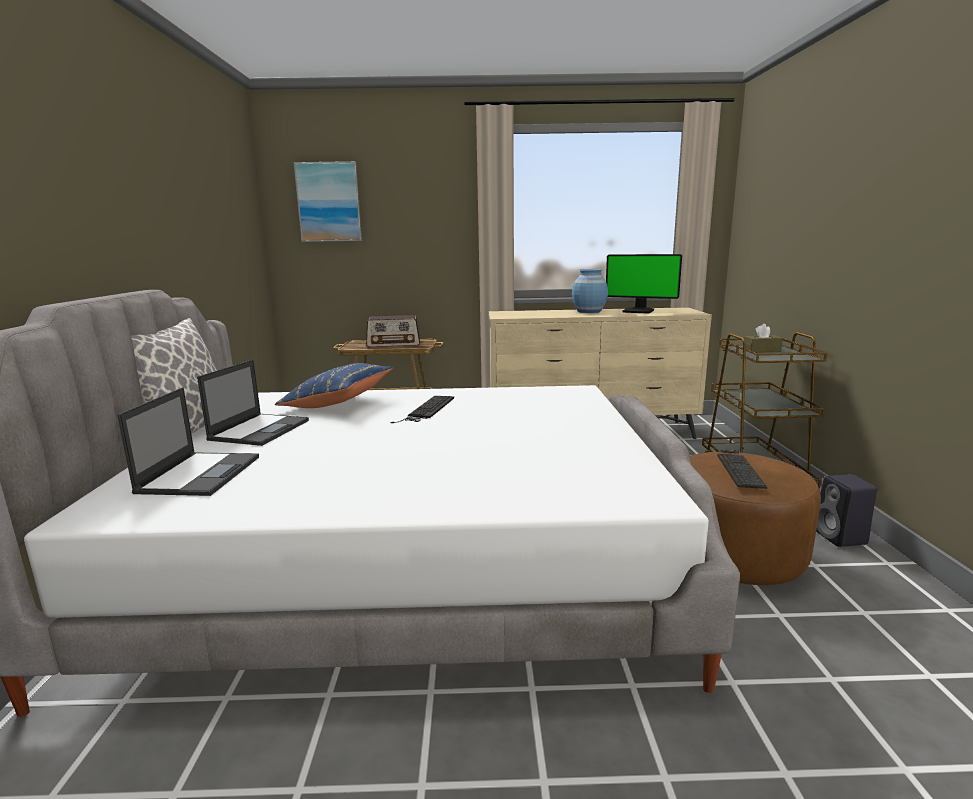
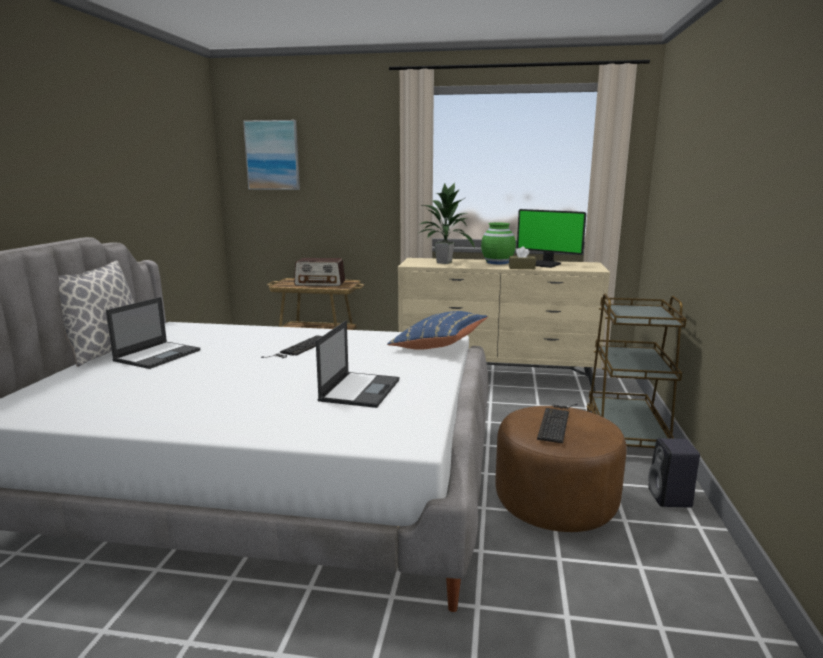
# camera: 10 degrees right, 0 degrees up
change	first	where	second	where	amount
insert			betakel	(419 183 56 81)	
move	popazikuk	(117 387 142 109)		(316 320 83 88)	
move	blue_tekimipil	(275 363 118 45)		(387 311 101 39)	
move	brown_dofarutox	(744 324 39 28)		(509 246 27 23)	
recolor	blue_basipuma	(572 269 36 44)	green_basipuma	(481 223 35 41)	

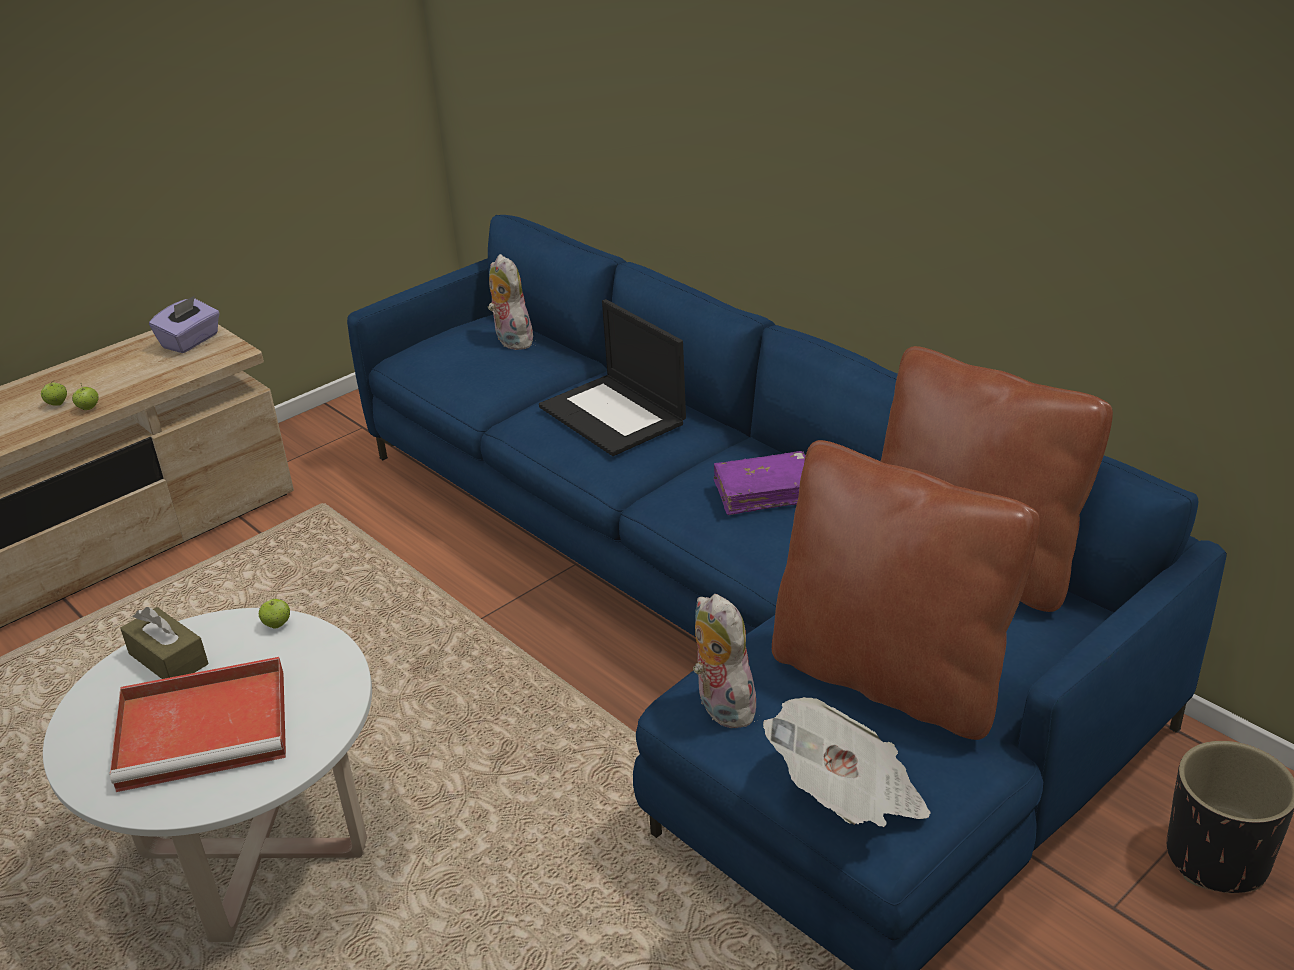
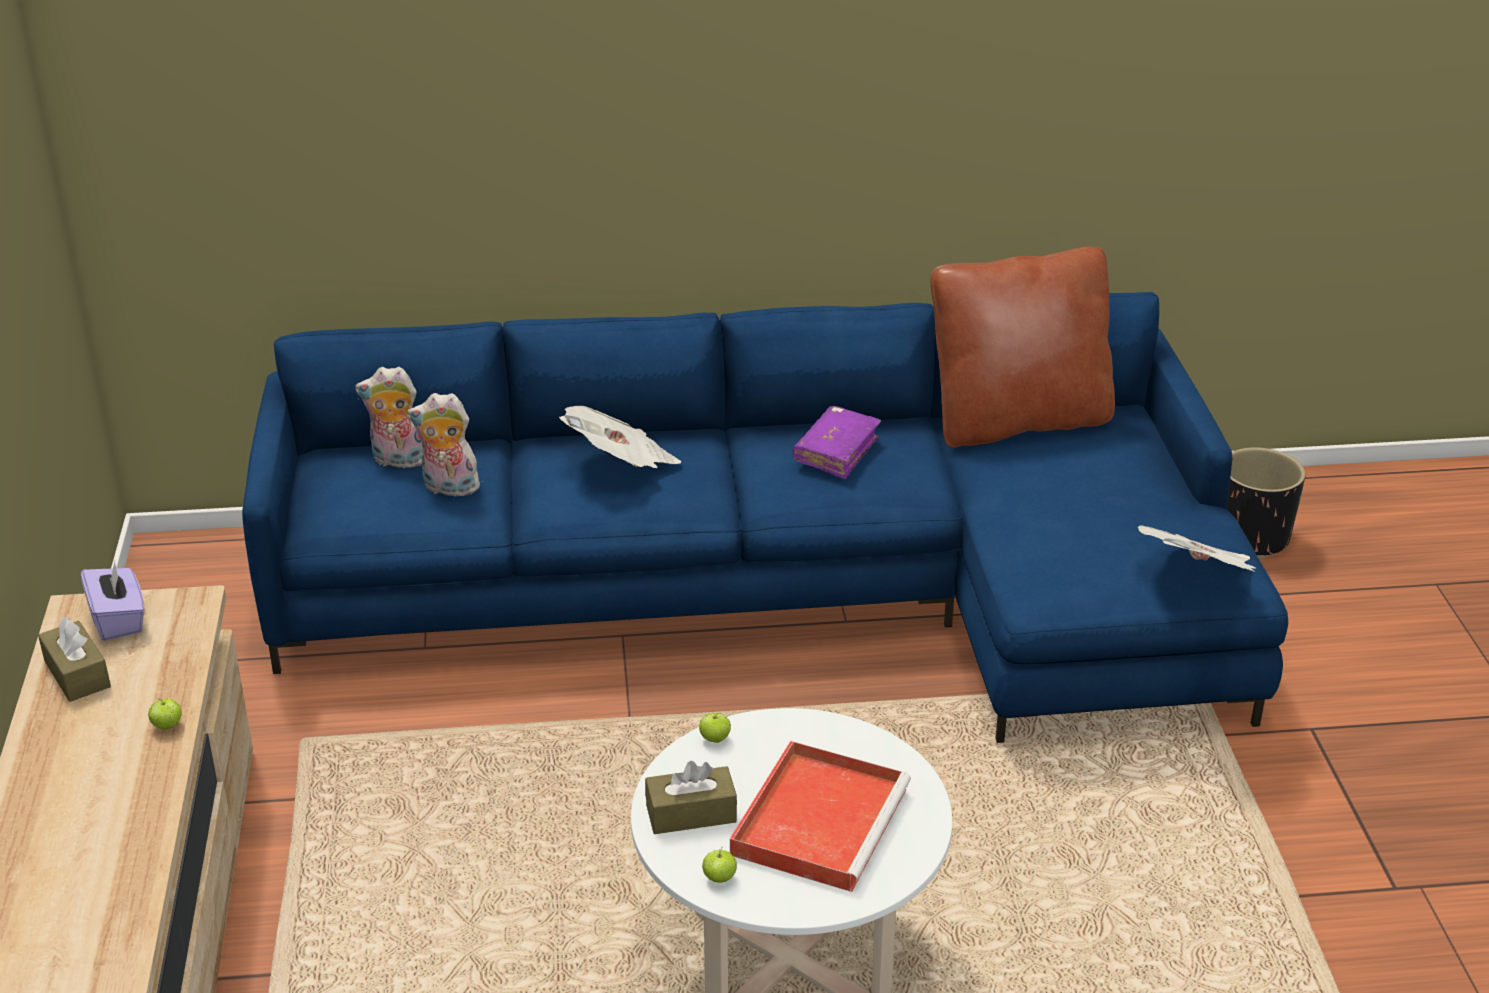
# camera: 55 degrees left, 0 degrees up
change	first	where	second	where	amount
delete	brown_tekimipil	(772 440 268 300)			
insert			brown_dofarutox	(38 617 73 85)	
move	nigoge	(41 380 26 26)		(702 848 35 35)	
move	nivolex	(693 594 68 134)		(407 393 76 103)	
replace	popazikuk	(539 299 147 157)	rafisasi	(559 406 122 62)	

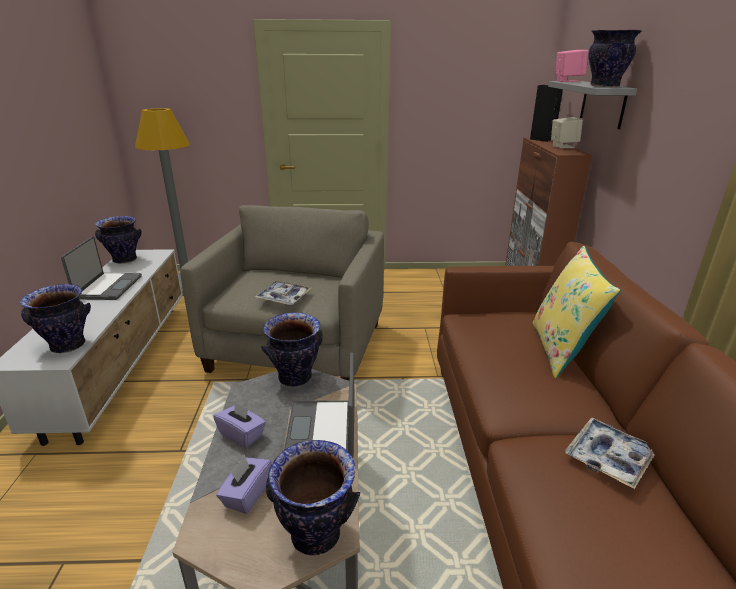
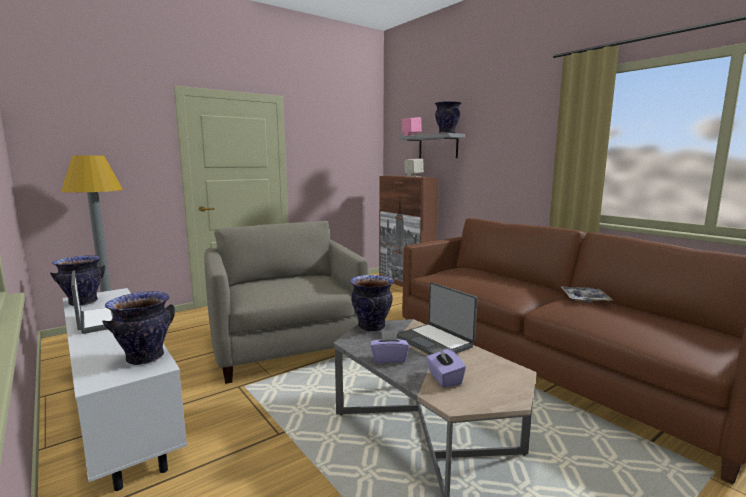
# camera: 35 degrees left, 15 degrees down
change	first	where	second	where	amount
delete	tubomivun	(255 281 57 24)			
delete	basipuma	(266 440 94 116)			
delete	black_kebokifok	(530 85 33 57)			
delete	yellow_tekimipil	(533 246 88 132)			

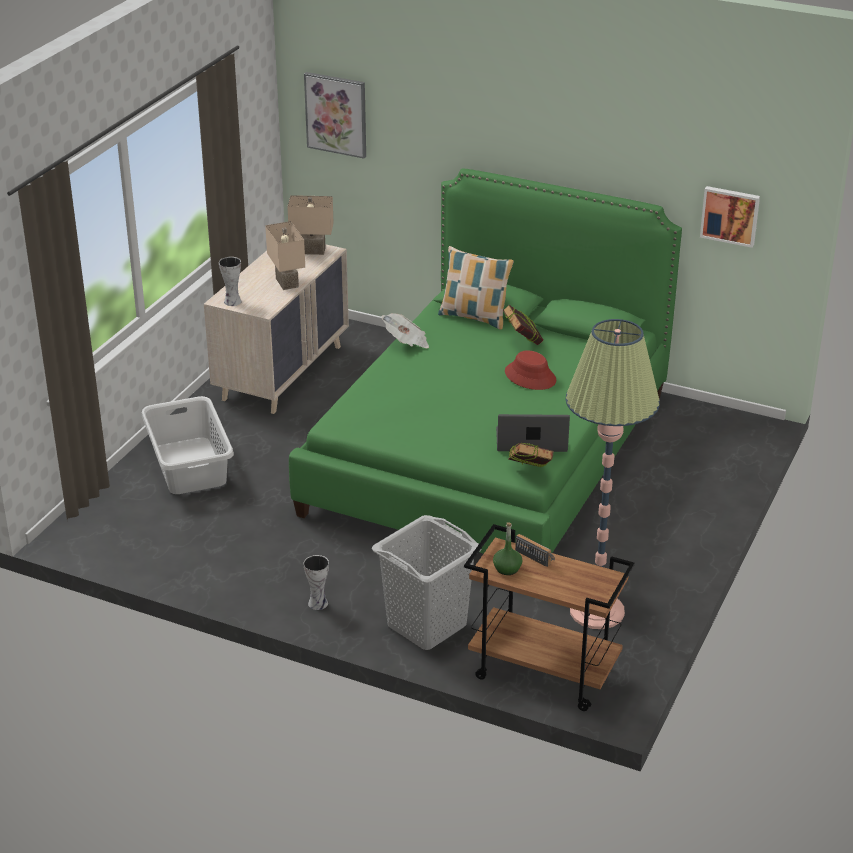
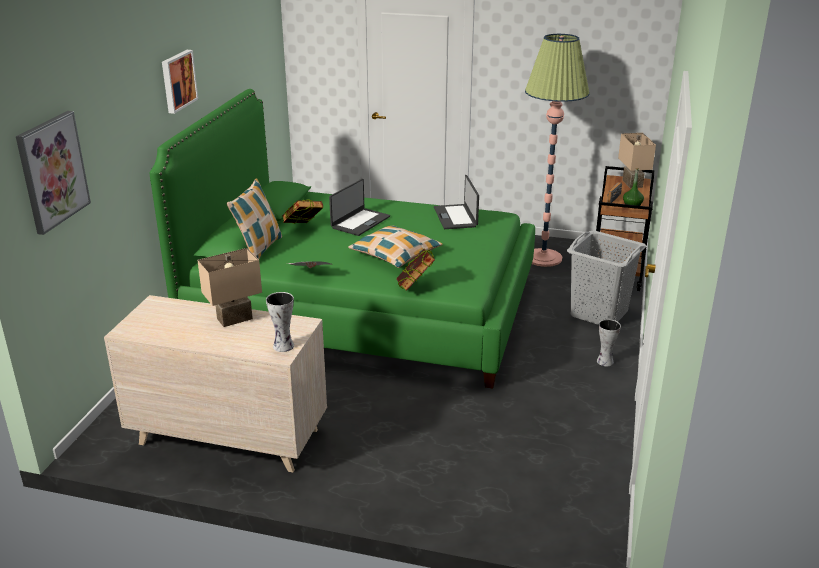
# camera: 100 degrees left, 5 degrees down
change	first	where	second	where	amount
delete	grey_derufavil	(141 396 93 98)			
insert			tekimipil	(348 226 94 42)	
move	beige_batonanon	(287 195 47 60)		(618 133 38 55)	
move	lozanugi	(508 443 45 24)		(396 249 39 42)	
move	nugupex	(700 186 60 62)		(162 50 36 64)	
replace	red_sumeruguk	(505 350 51 40)	popazikuk	(329 179 61 57)	

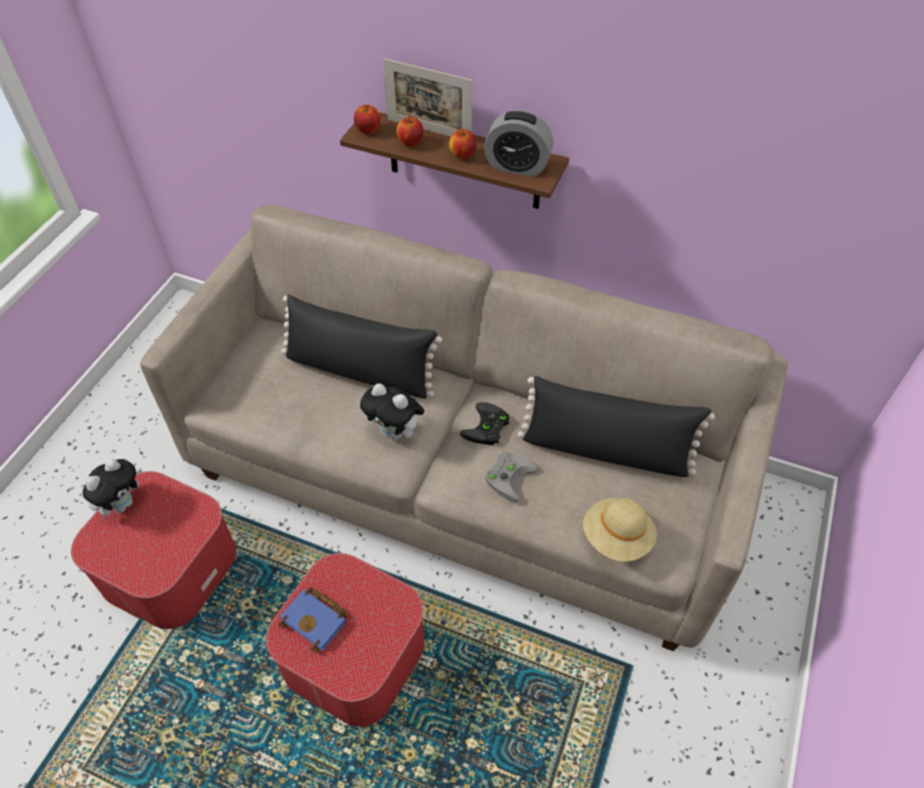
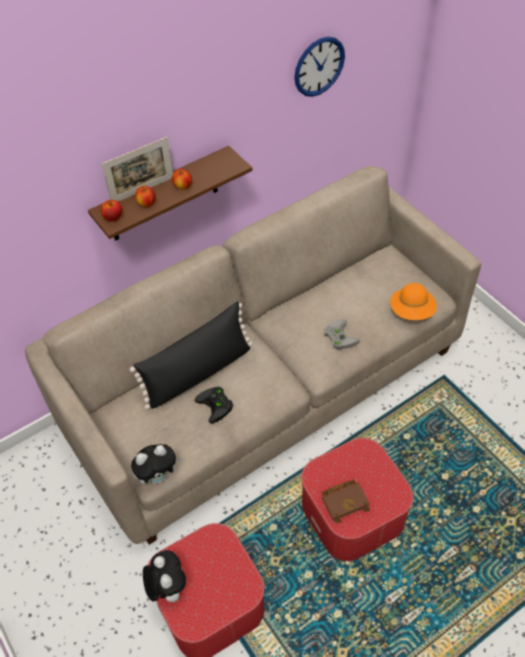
# camera: 55 degrees left, 0 degrees up
change	first	where	second	where	amount
delete	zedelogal	(484 110 69 67)			
delete	black_tekimipil	(517 376 198 101)			
insert			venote	(294 36 51 61)	
move	nivolex	(360 383 64 58)		(131 444 51 40)	
move	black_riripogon	(460 402 50 43)		(195 387 38 36)	
recolor	blue_lozanugi	(278 587 70 66)	brown_lozanugi	(322 480 48 43)	
recolor	beige_sumeruguk	(583 498 74 64)	orange_sumeruguk	(390 283 47 37)	

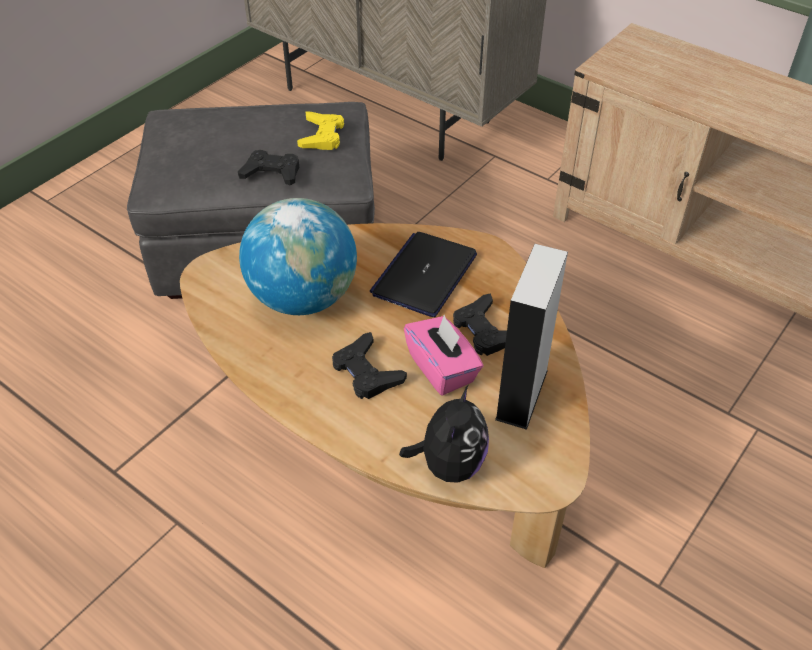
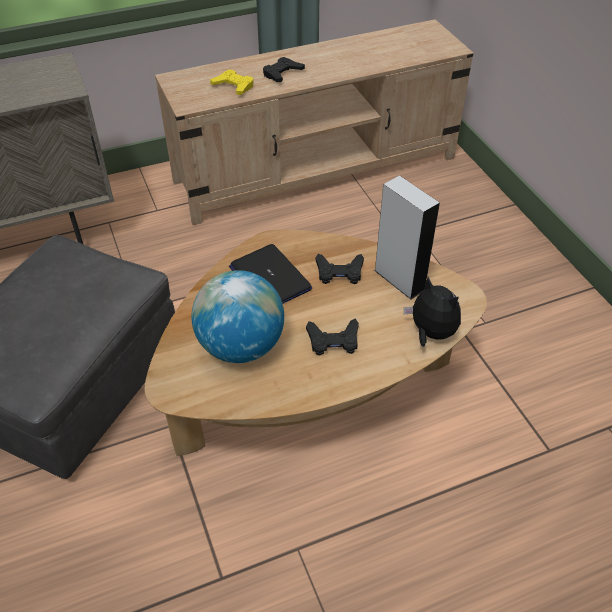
# camera: 60 degrees left, 0 degrees up
change	first	where	second	where	amount
delete	pink_dofarutox	(404 315 79 81)			
move	black_riripogon	(238 150 61 36)		(263 57 42 25)	
move	yellow_riripogon	(297 112 47 38)		(210 70 44 25)	

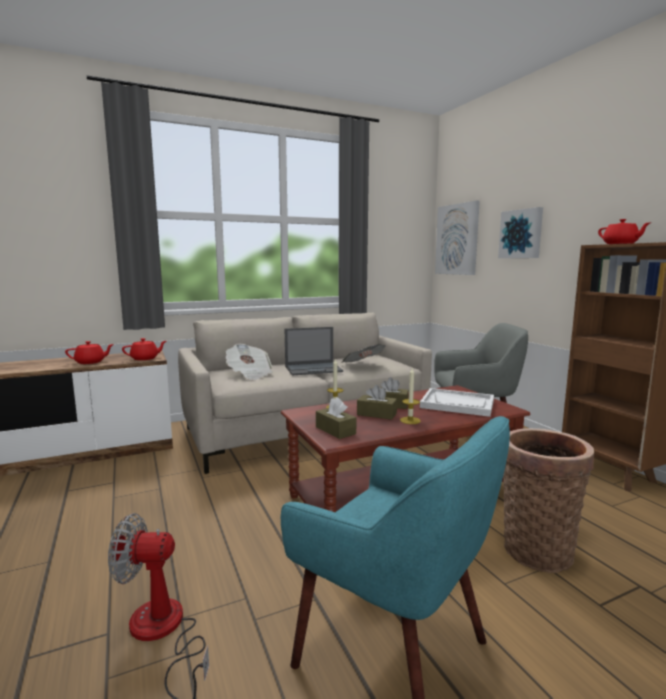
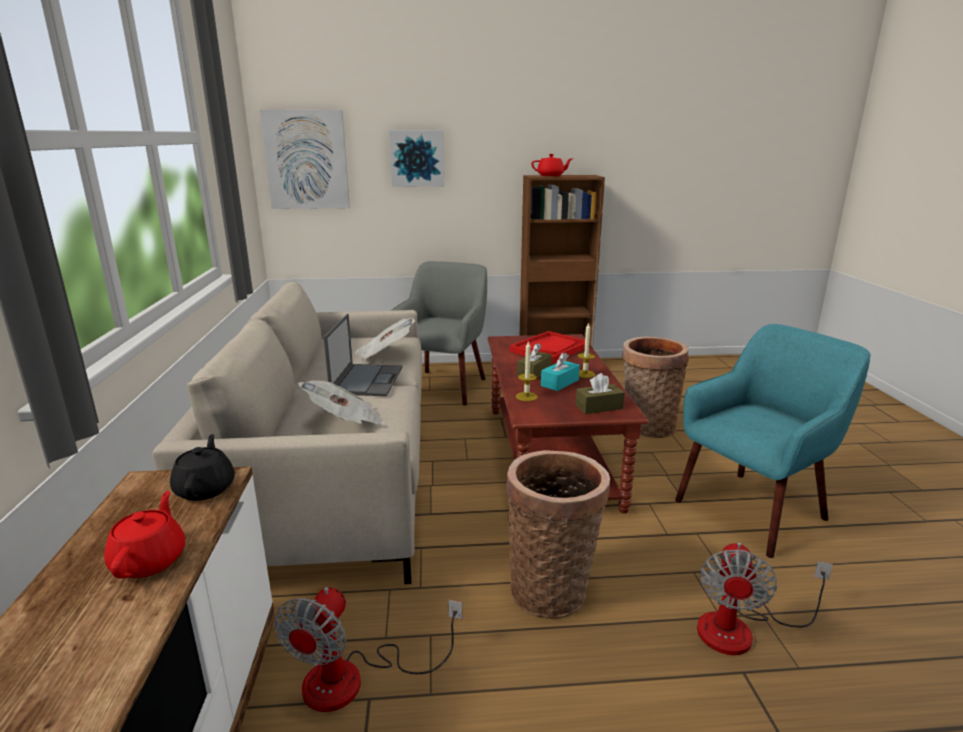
# camera: 70 degrees left, 10 degrees up
change	first	where	second	where	amount
insert			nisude	(274 587 188 125)	
insert			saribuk	(506 450 104 169)	
recolor	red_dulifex	(122 338 44 22)	black_dulifex	(170 434 65 67)	
recolor	brown_dofarutox	(357 385 40 35)	turquoise_dofarutox	(541 352 39 39)	
recolor	white_tubomivun	(420 388 74 29)	red_tubomivun	(510 331 75 33)	

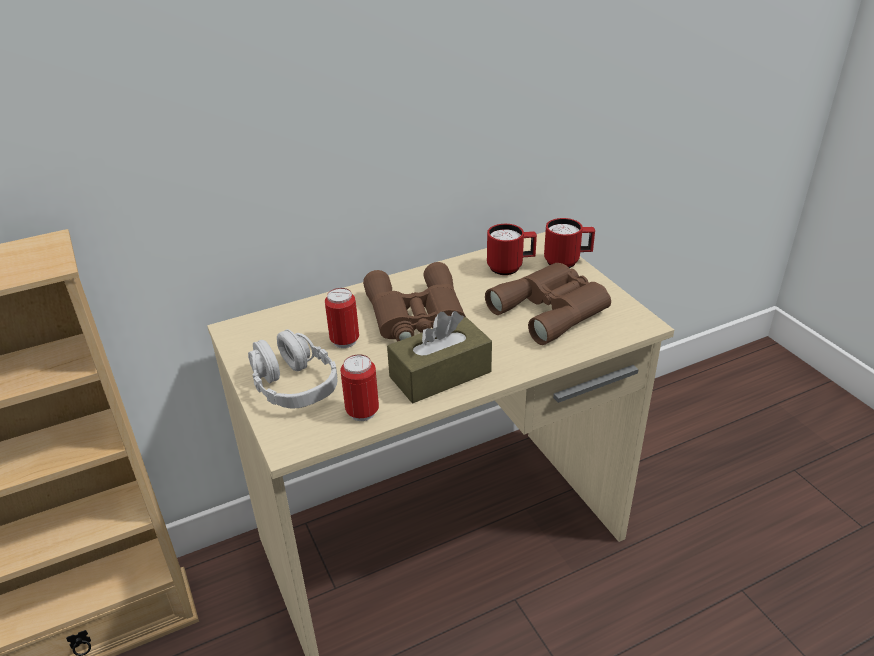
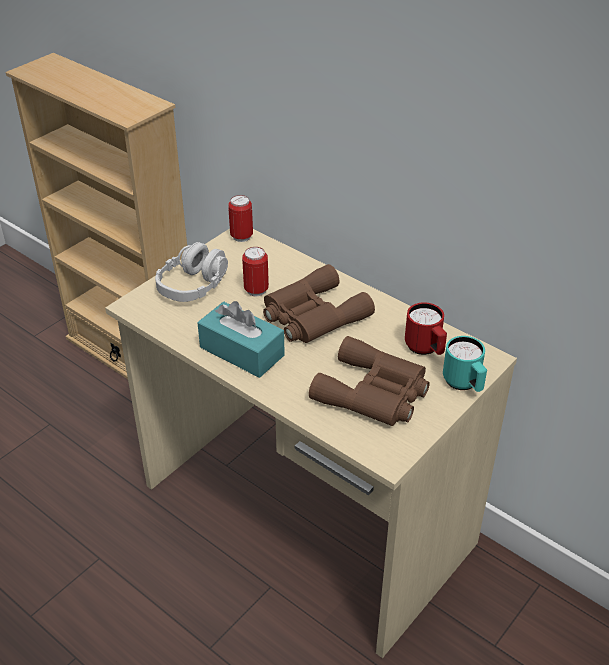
# camera: 65 degrees right, 5 degrees up
change	first	where	second	where	amount
move	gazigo	(340 354 39 67)		(228 195 25 47)	
recolor	brown_dofarutox	(387 311 105 92)	turquoise_dofarutox	(197 301 88 77)	
recolor	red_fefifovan	(544 218 51 50)	turquoise_fefifovan	(443 336 44 56)	

